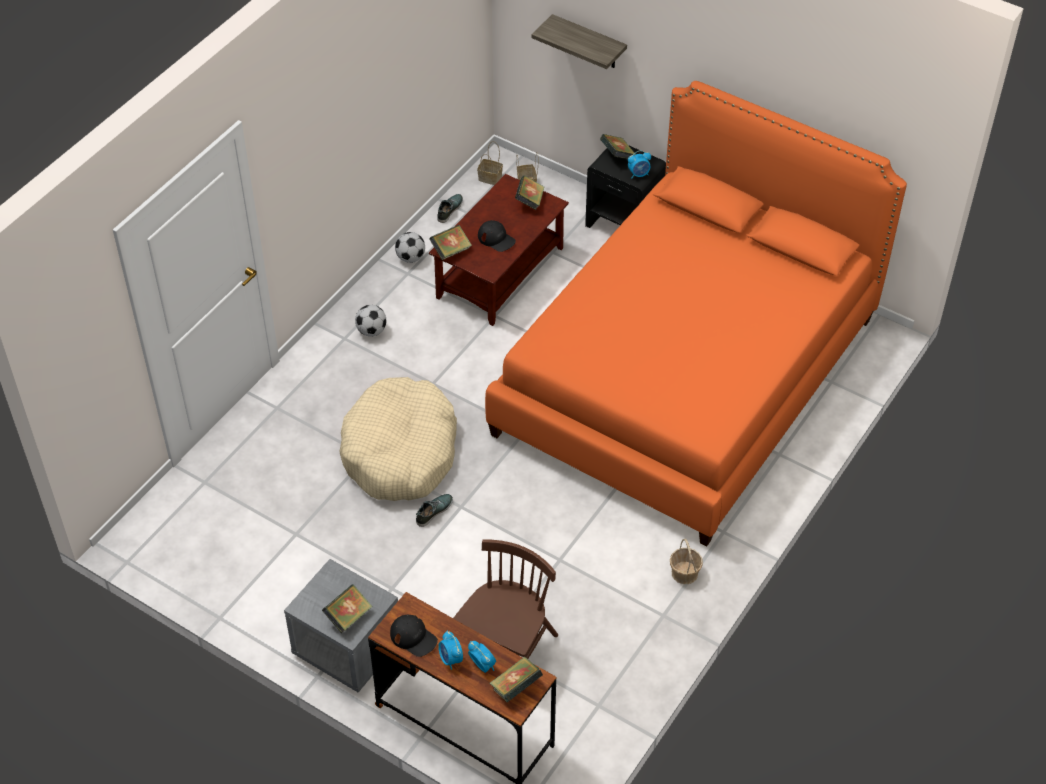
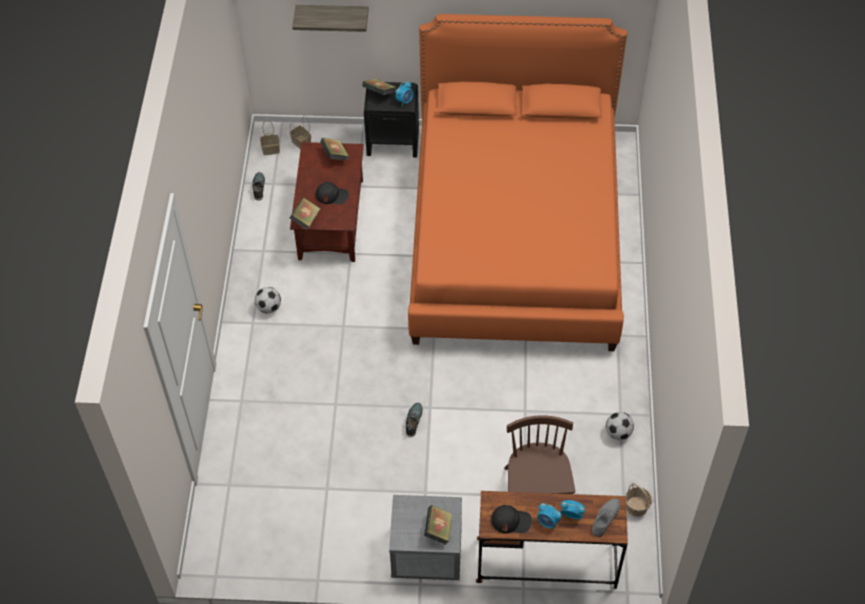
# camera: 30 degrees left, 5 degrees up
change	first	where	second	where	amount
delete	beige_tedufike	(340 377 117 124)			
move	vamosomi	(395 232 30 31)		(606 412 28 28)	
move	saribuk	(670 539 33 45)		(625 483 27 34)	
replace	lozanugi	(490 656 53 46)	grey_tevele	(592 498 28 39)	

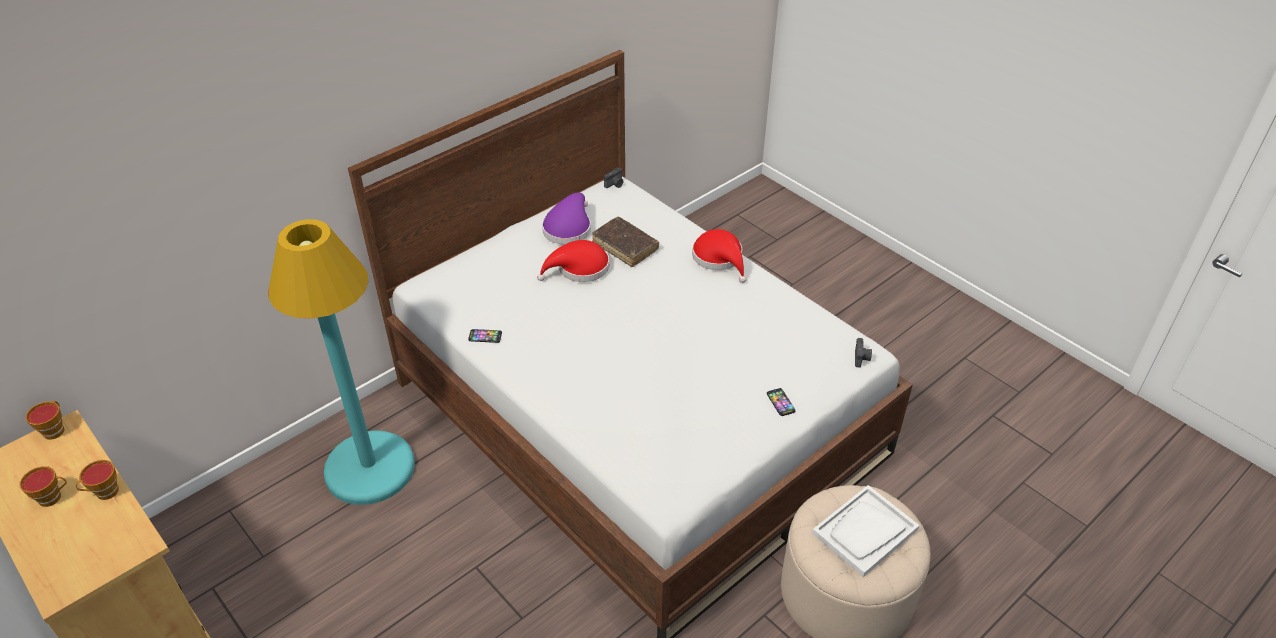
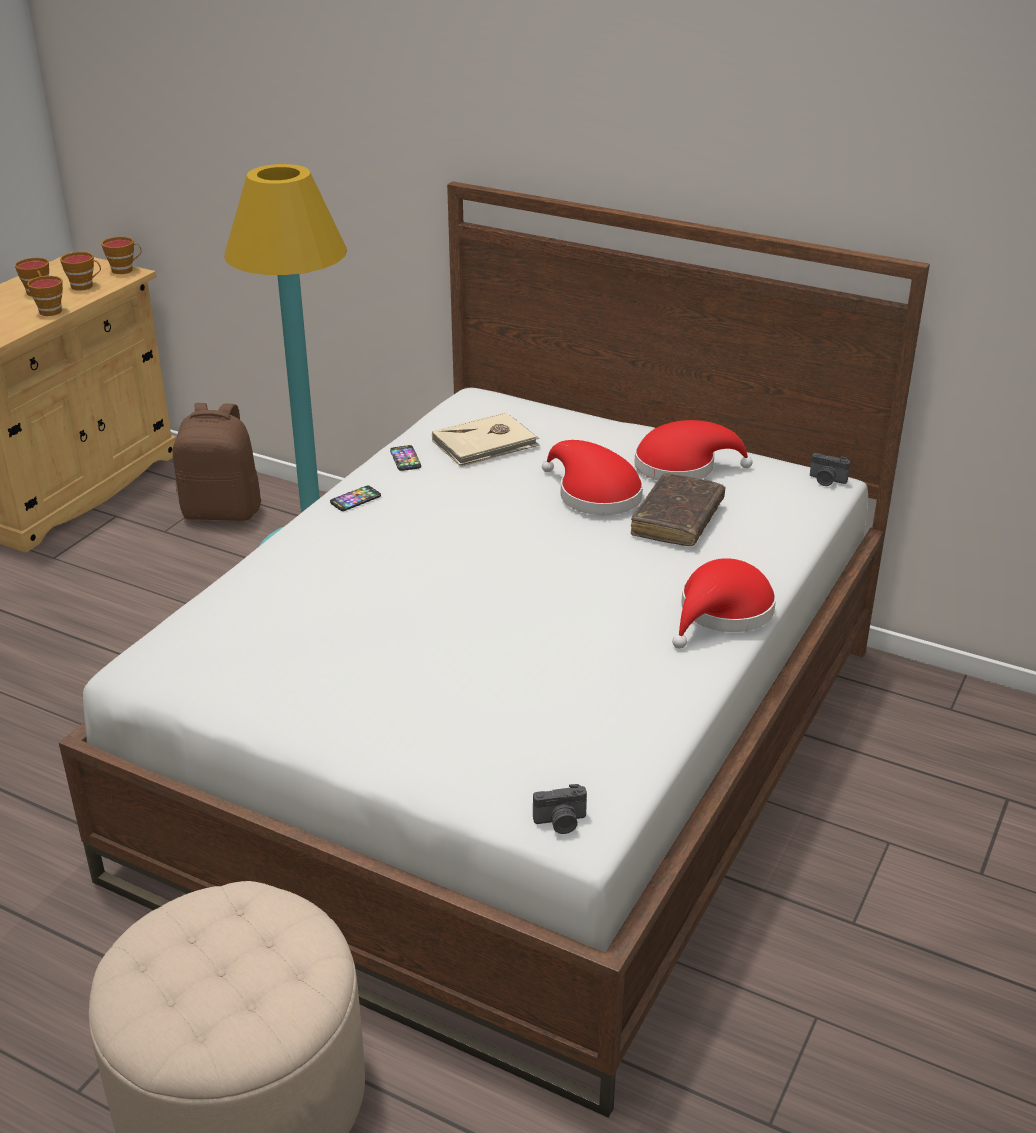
# camera: 70 degrees right, 10 degrees down
change	first	where	second	where	amount
delete	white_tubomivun	(812 485 107 92)			
insert			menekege	(60 252 41 39)	
insert			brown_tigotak	(173 403 88 118)	
insert			beige_lozanugi	(432 412 108 55)	
move	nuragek	(767 388 29 28)		(330 486 51 25)	
recolor	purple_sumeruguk	(542 193 49 52)	red_sumeruguk	(634 420 119 60)	

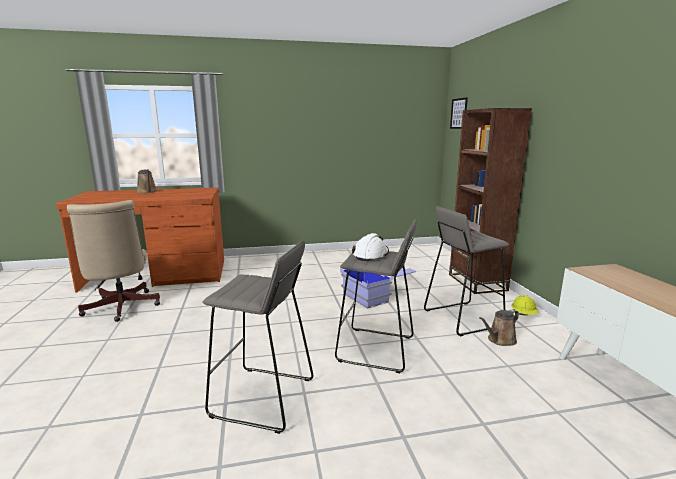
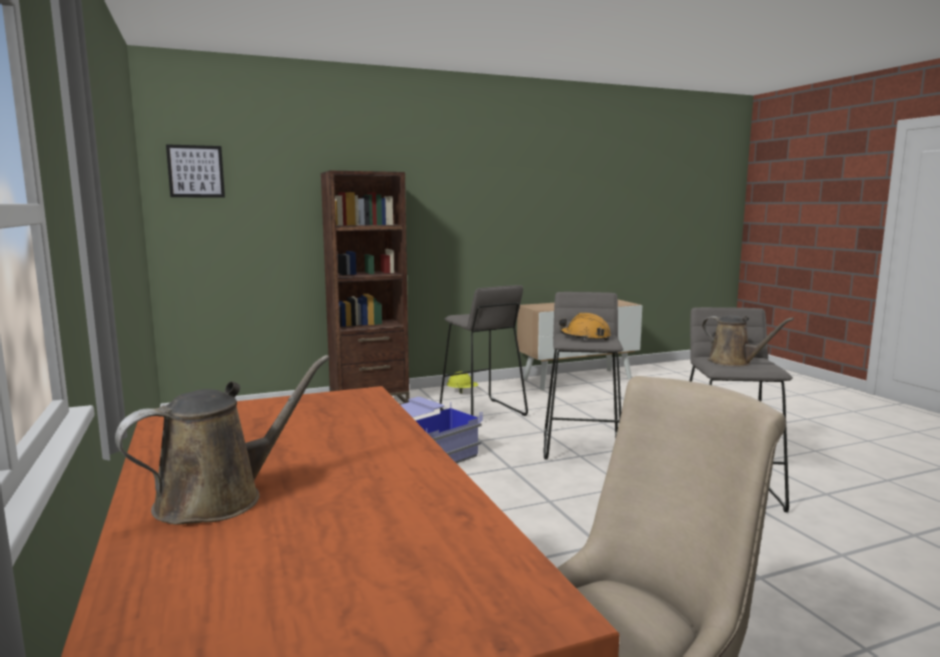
# camera: 100 degrees left, 5 degrees down
change	first	where	second	where	amount
move	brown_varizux	(479 310 40 36)		(701 315 93 51)	
recolor	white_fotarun	(352 233 37 28)	orange_fotarun	(559 313 52 27)	

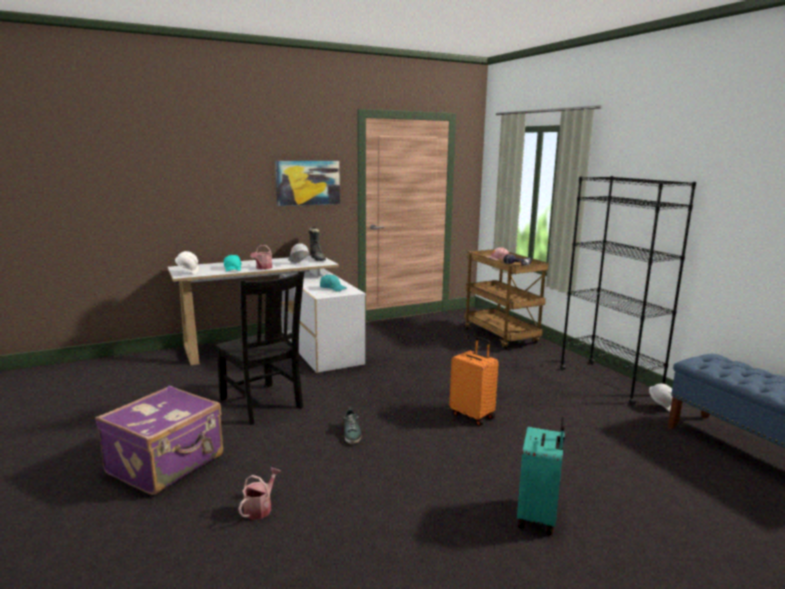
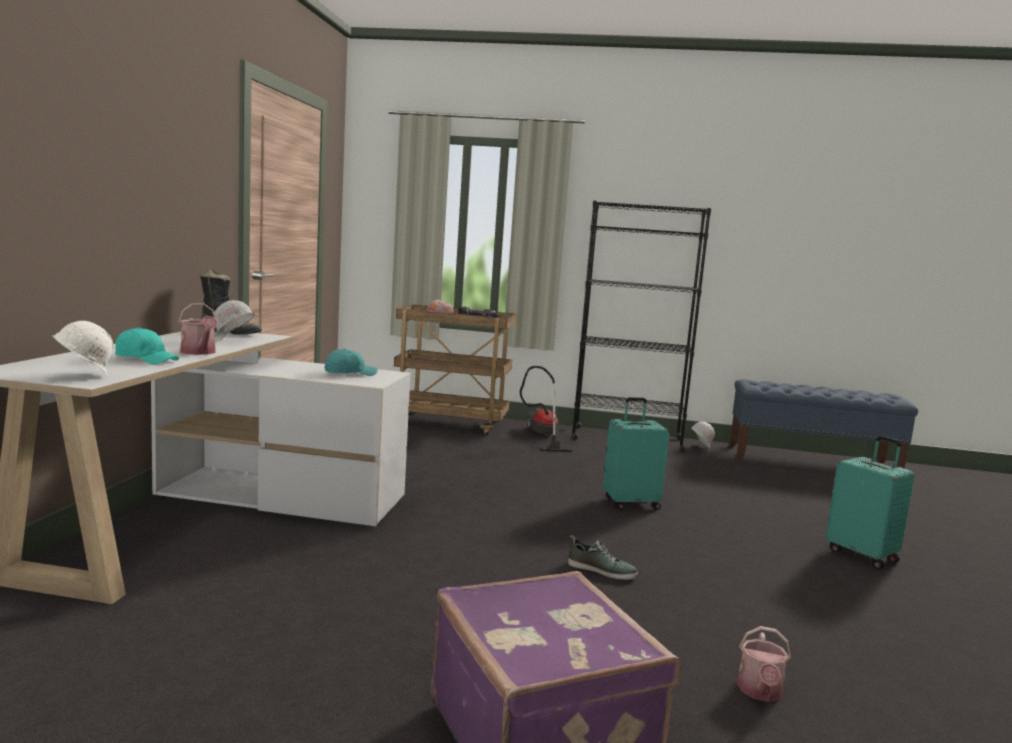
# camera: 55 degrees left, 5 degrees down
change	first	where	second	where	amount
delete	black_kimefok	(216 270 88 155)			
delete	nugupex	(275 161 65 45)			
insert			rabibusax	(520 366 52 86)	
recolor	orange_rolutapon	(449 337 50 89)	turquoise_rolutapon	(603 397 67 113)	
rotate	varizux	(238 468 43 52)		(737 626 54 76)	135 degrees counterclockwise

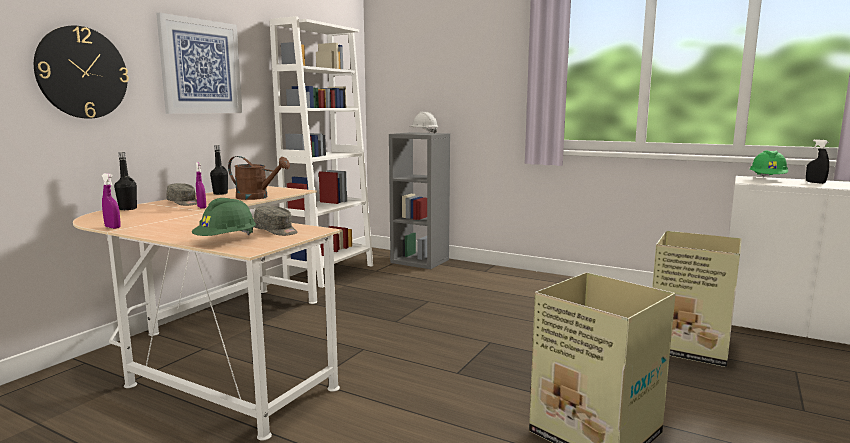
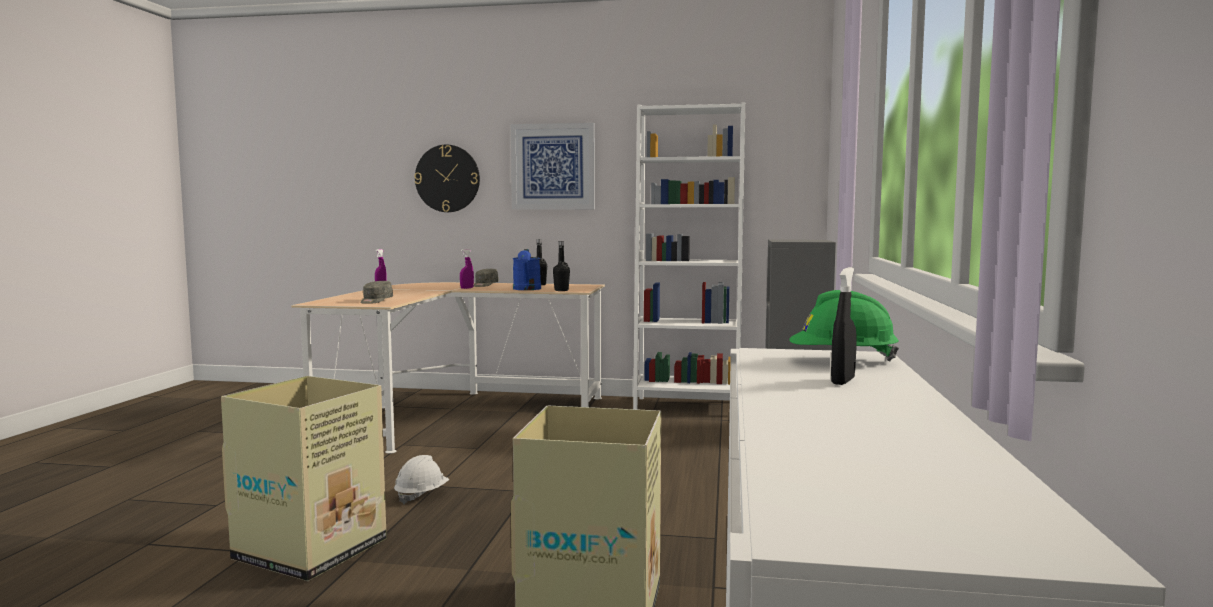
# camera: 70 degrees right, 5 degrees down
change	first	where	second	where	amount
delete	green_fotarun	(192 198 64 38)			
move	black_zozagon	(114 152 23 58)		(553 241 17 50)	
move	white_fotarun	(409 112 29 22)		(394 455 55 49)	
recolor	brown_varizux	(228 156 62 44)	blue_varizux	(513 249 28 41)	

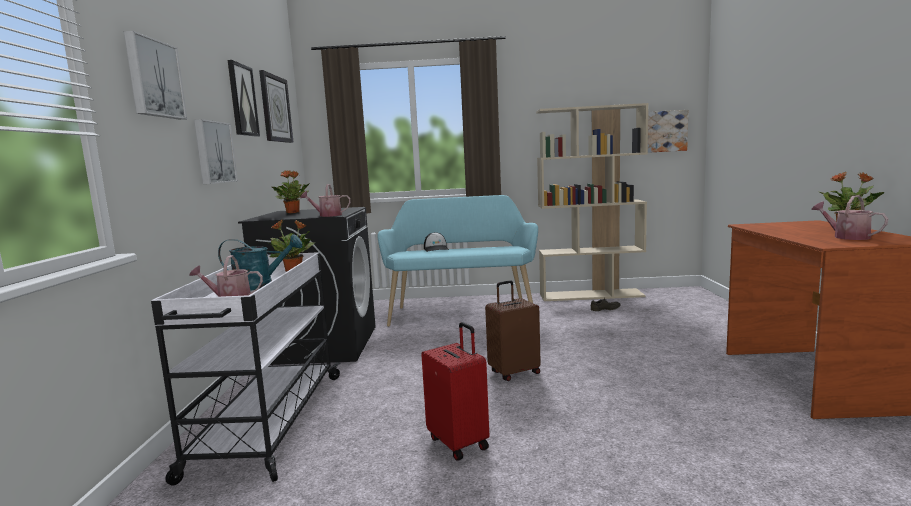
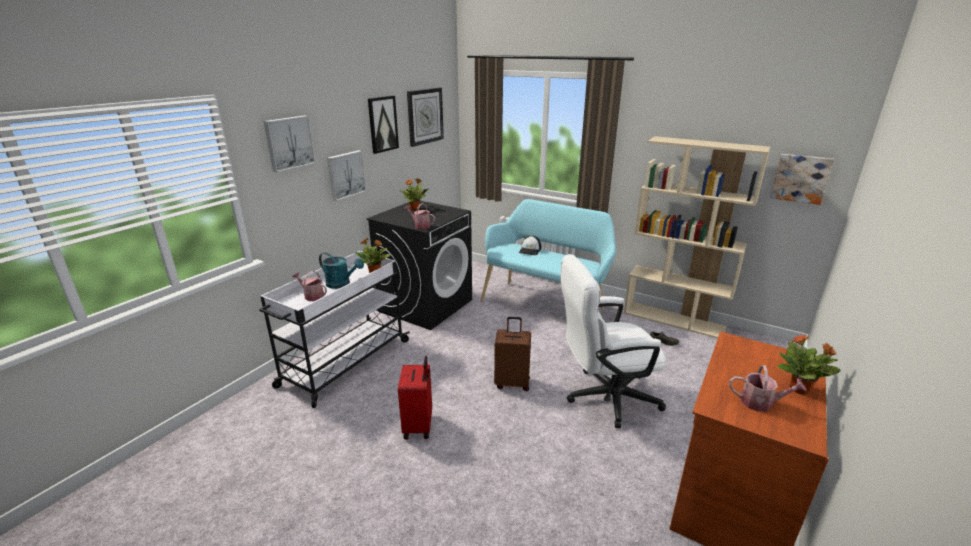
# camera: 30 degrees right, 15 degrees up
change	first	where	second	where	amount
insert			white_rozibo	(560 254 106 174)	
rotate	varizux	(812 195 76 45)		(729 365 77 46)	105 degrees clockwise

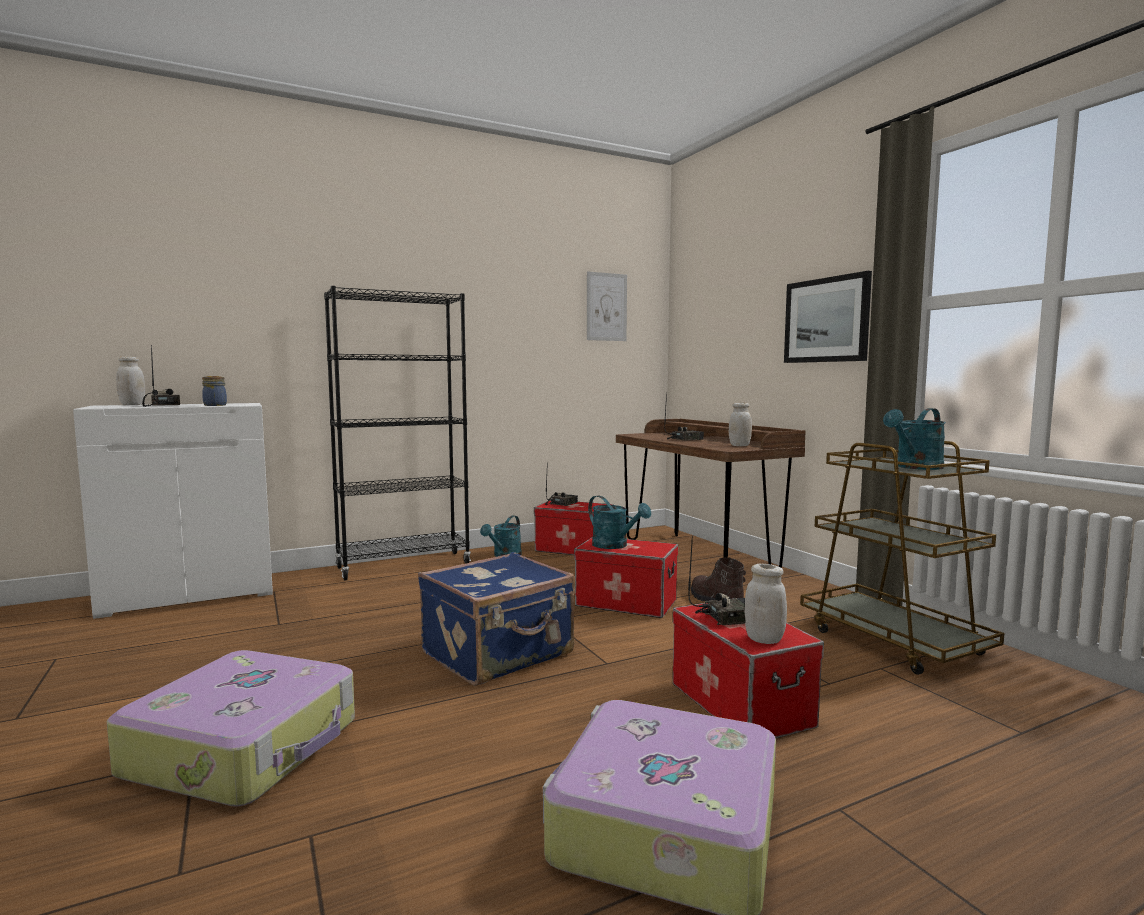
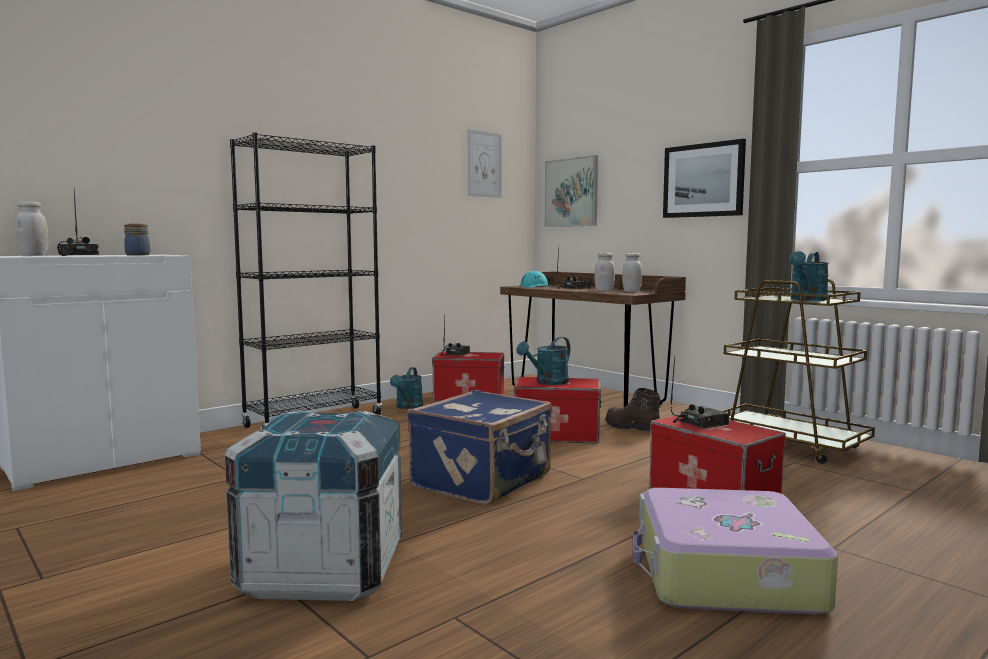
# camera: 15 degrees left, 0 degrees up
change	first	where	second	where	amount
insert			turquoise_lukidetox	(521 271 31 17)	
insert			nugupex	(544 155 54 72)	
move	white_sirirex	(745 564 42 80)		(594 253 21 38)	
replace	rolutapon	(107 650 248 157)	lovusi	(225 410 177 191)	
rotate	turquoise_varizux	(588 496 63 53)		(517 337 53 48)	105 degrees clockwise

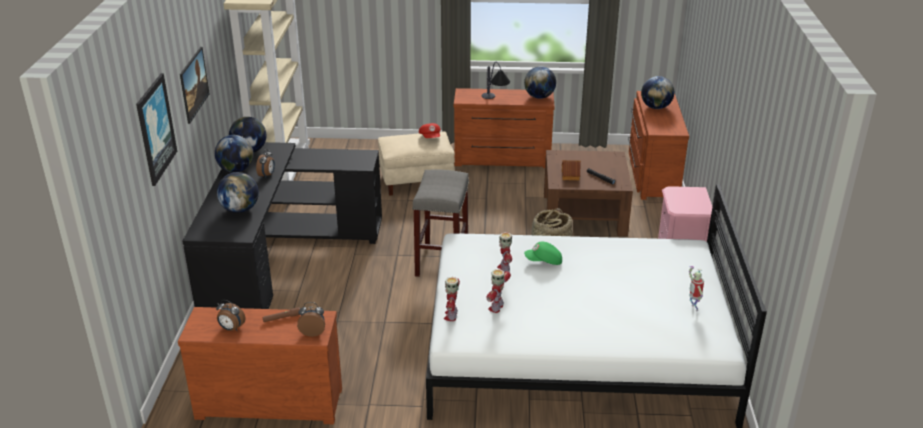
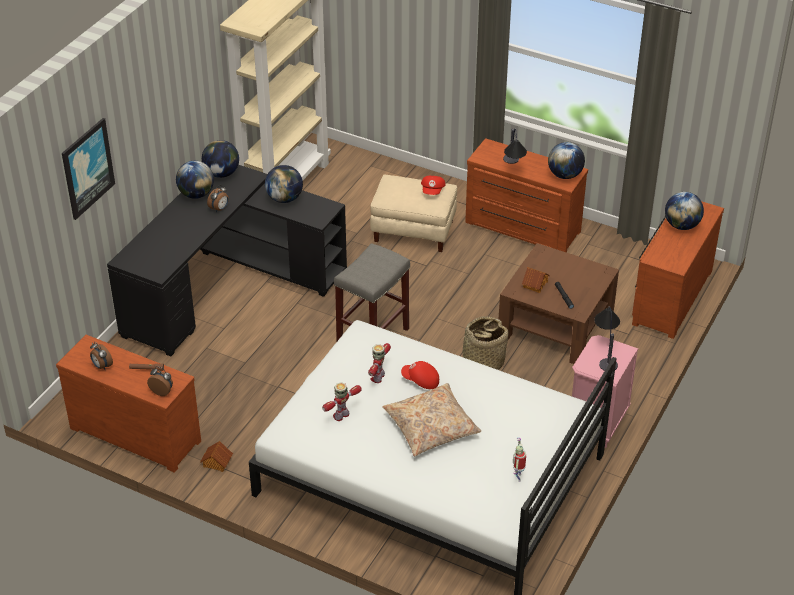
# camera: 25 degrees right, 10 degrees up
change	first	where	second	where	amount
delete	nugupex	(180 47 30 77)			
delete	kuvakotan	(444 277 16 44)			
insert			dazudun	(200 441 33 31)	
insert			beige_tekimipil	(382 383 99 74)	
insert			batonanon	(594 306 26 65)	
move	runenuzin	(217 172 42 41)		(265 165 38 38)	
recolor	green_lukidetox	(524 241 38 24)	red_lukidetox	(401 361 38 28)	

